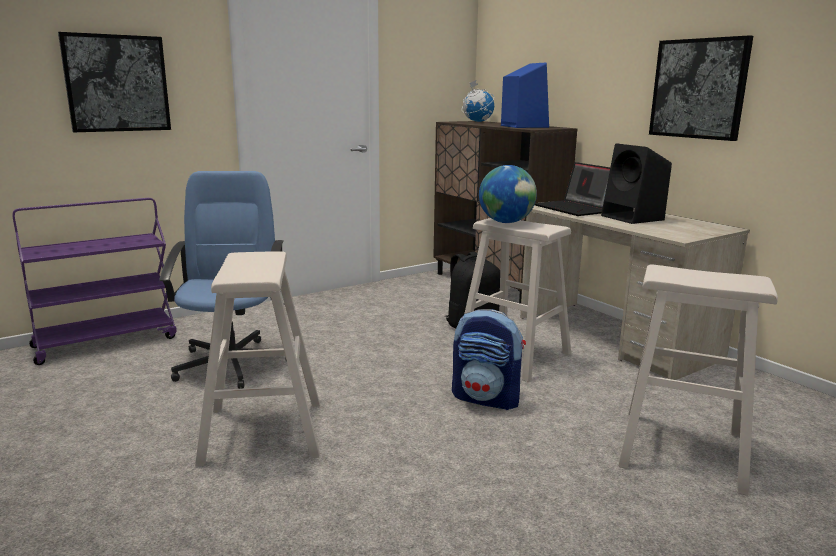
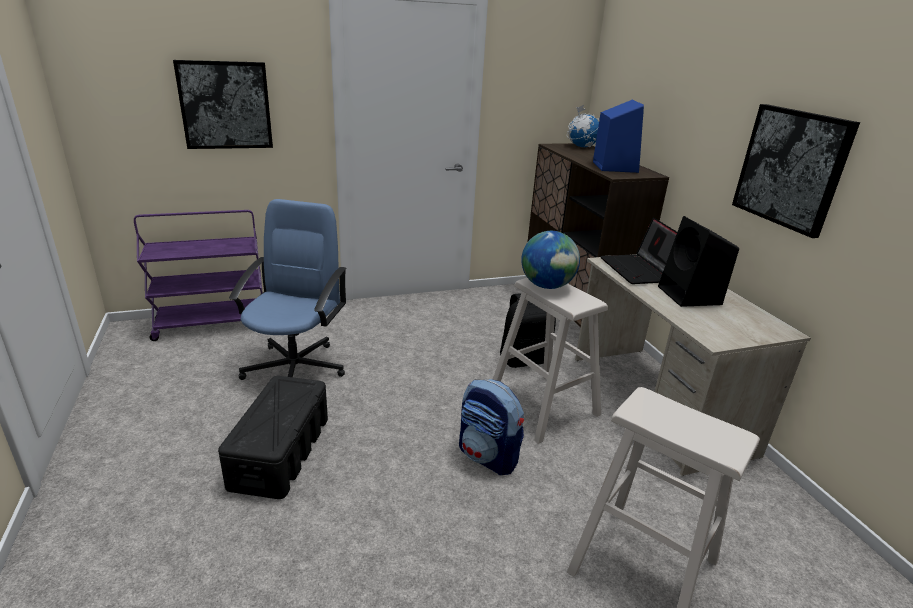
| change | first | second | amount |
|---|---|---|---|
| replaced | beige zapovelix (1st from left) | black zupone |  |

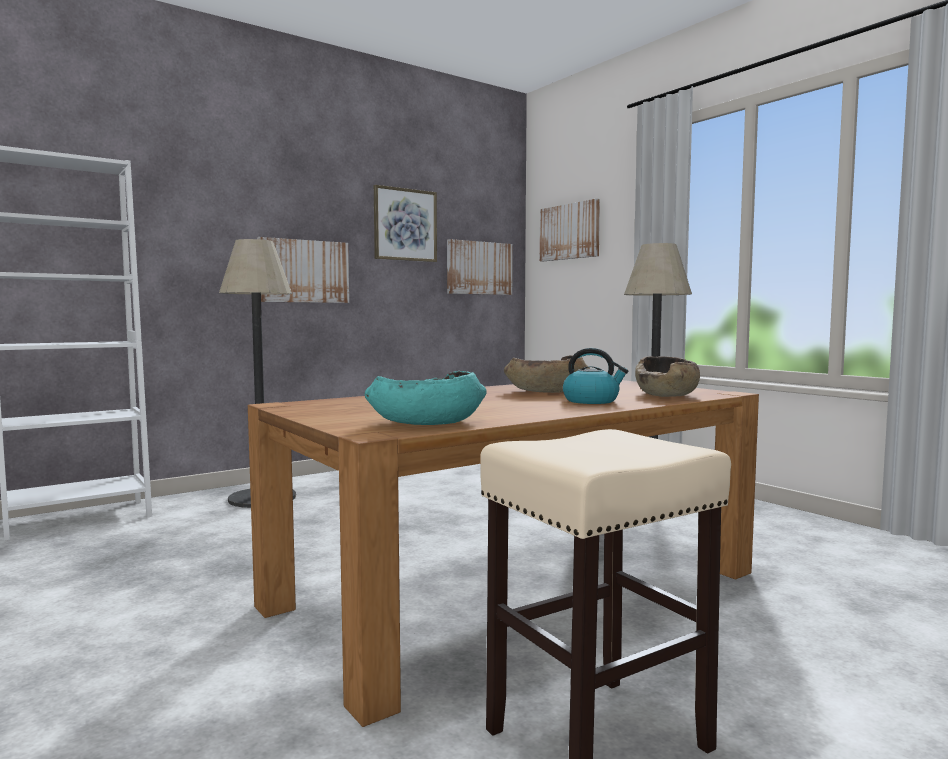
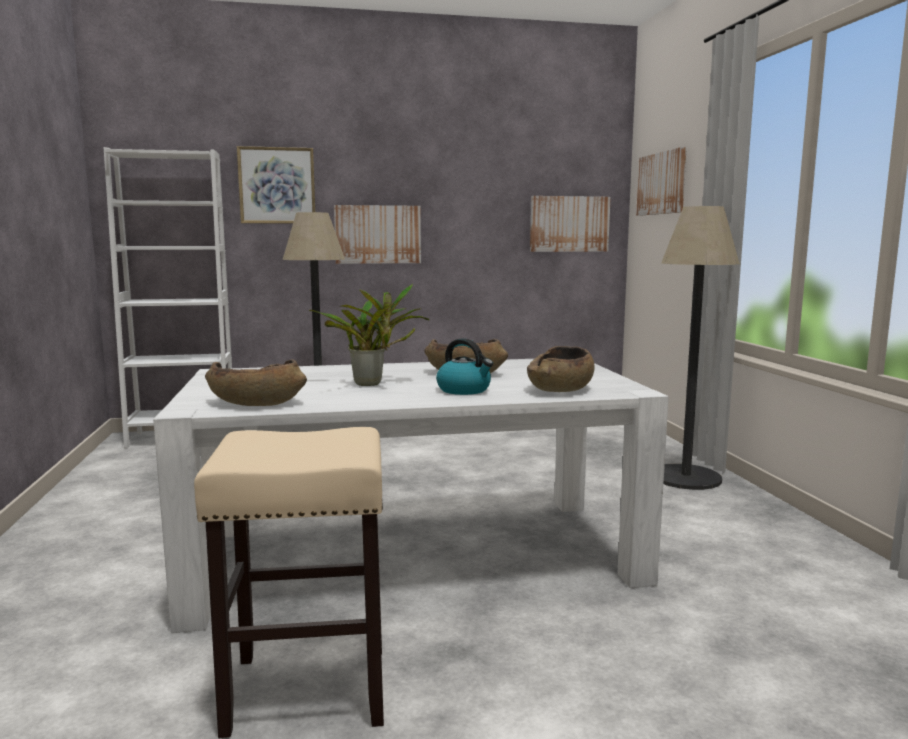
| change | first | second | amount |
|---|---|---|---|
| recoloured | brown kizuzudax | white kizuzudax |  |
| recoloured | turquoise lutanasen | brown lutanasen (1st from left) |  |
| moved | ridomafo (2nd from left in the first image) | ridomafo (1st from left) |  |
| added |  | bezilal |  |

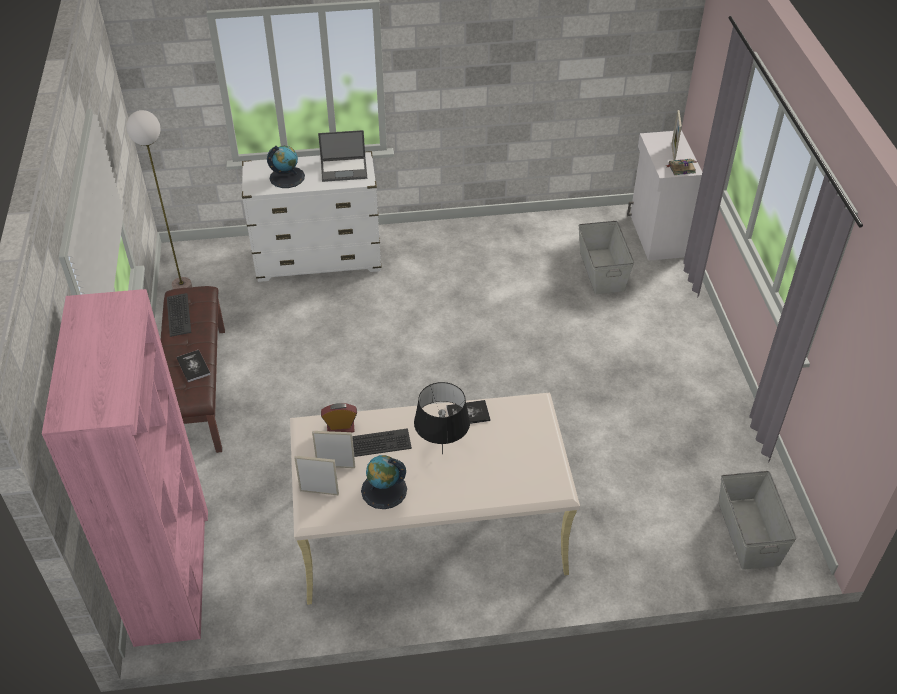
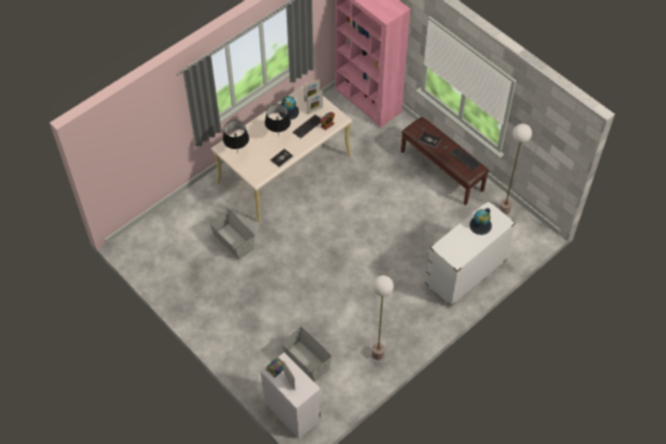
| change | first | second | amount |
|---|---|---|---|
| removed | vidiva |  |  |
| moved | grey zupone (2nd from left in the first image) | grey zupone (1st from left) |  |
| added |  | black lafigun (1st from left) |  |
| added |  | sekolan (1st from left) |  |

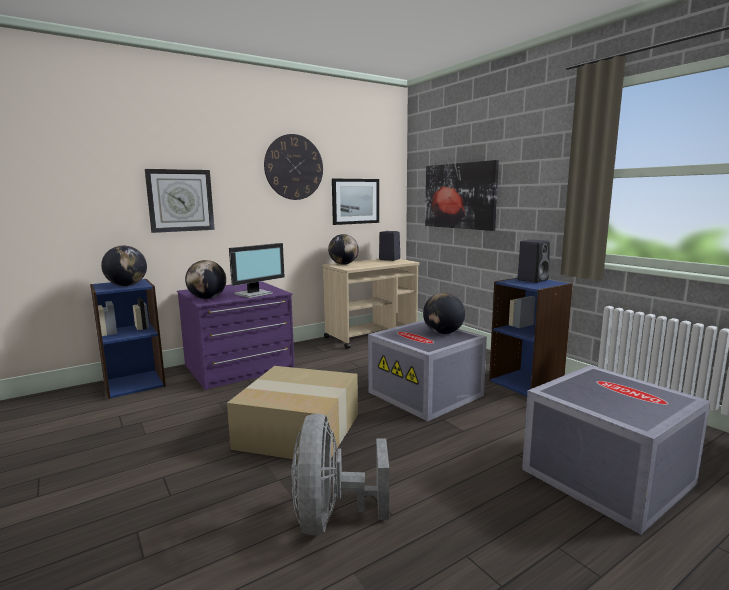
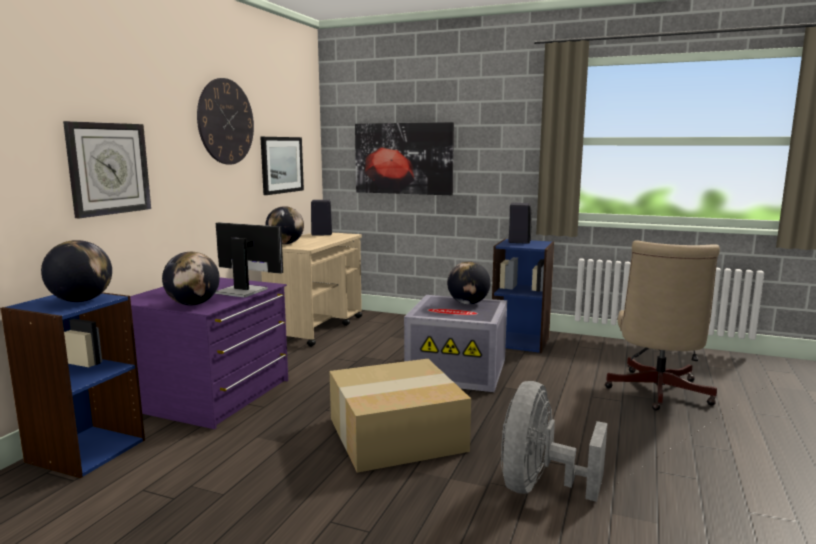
| change | first | second | amount |
|---|---|---|---|
| turned | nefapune |  | 75 degrees counterclockwise |
| turned | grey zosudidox |  | 60 degrees clockwise |
| replaced | grey zupone (2nd from left) | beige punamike |  |

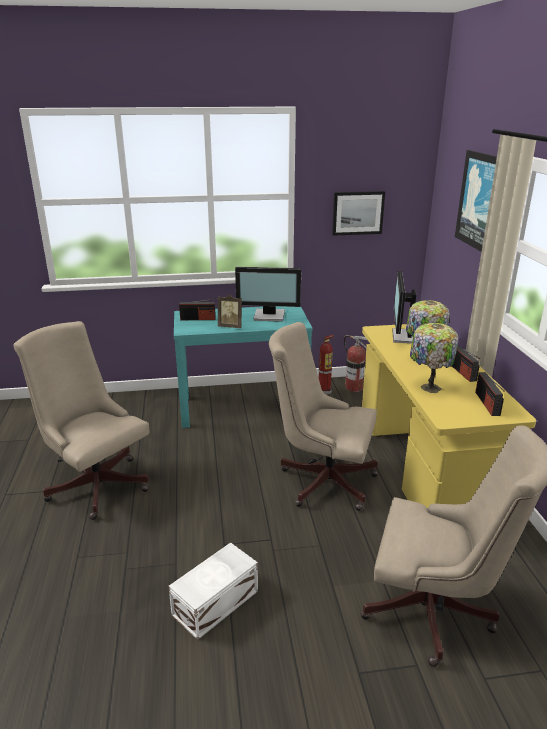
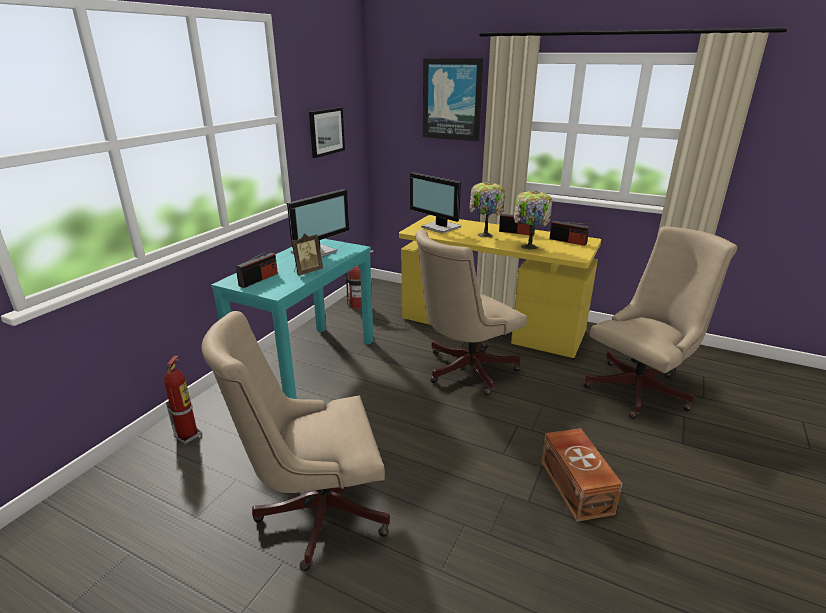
| change | first | second | amount |
|---|---|---|---|
| recoloured | white zupone | brown zupone |  |
| moved | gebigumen (1st from left) |  |  |

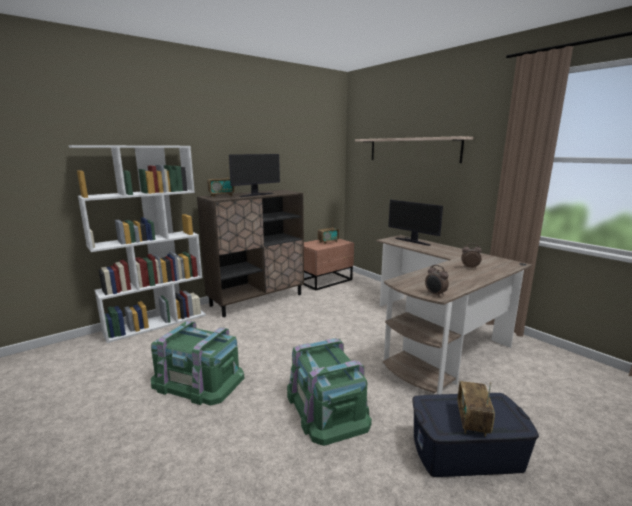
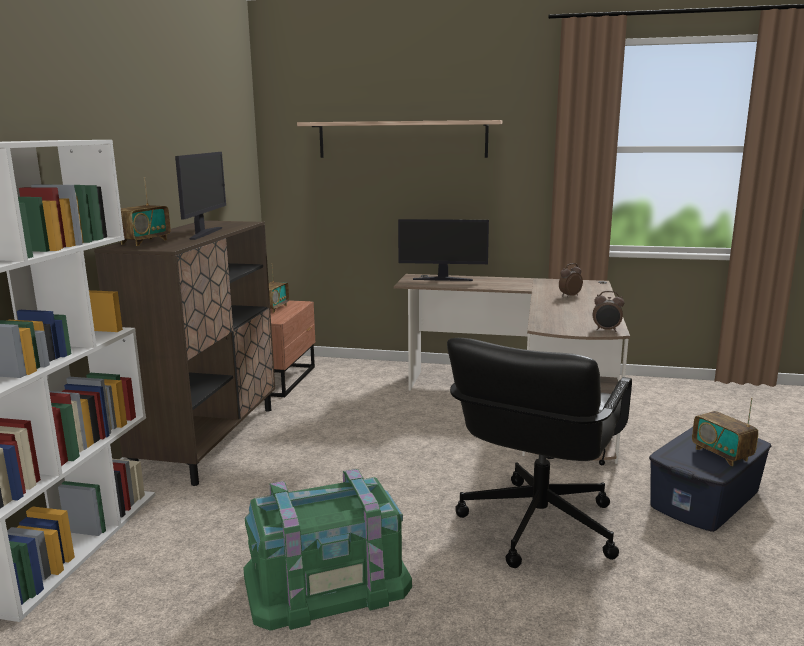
| change | first | second | amount |
|---|---|---|---|
| replaced | green zupone (2nd from left) | black punamike |  |

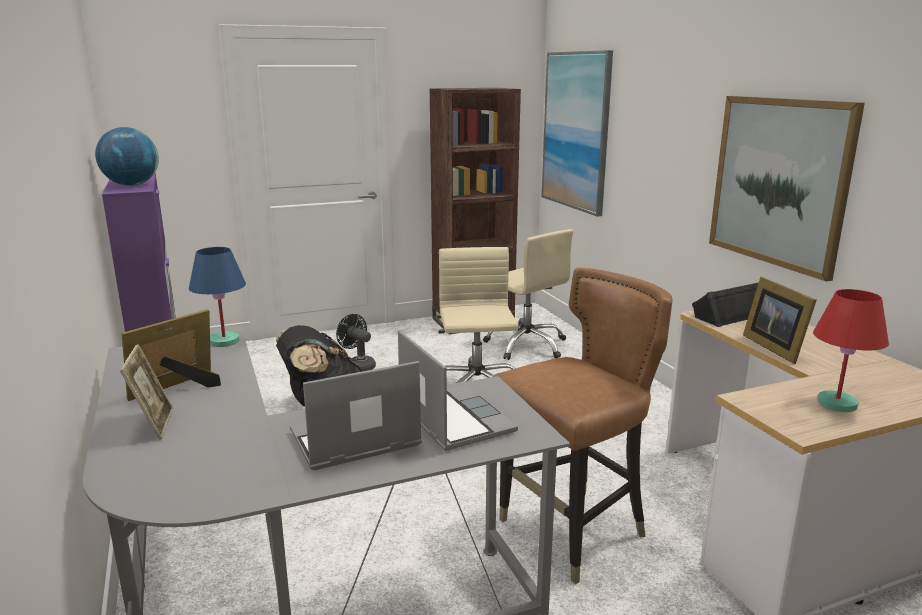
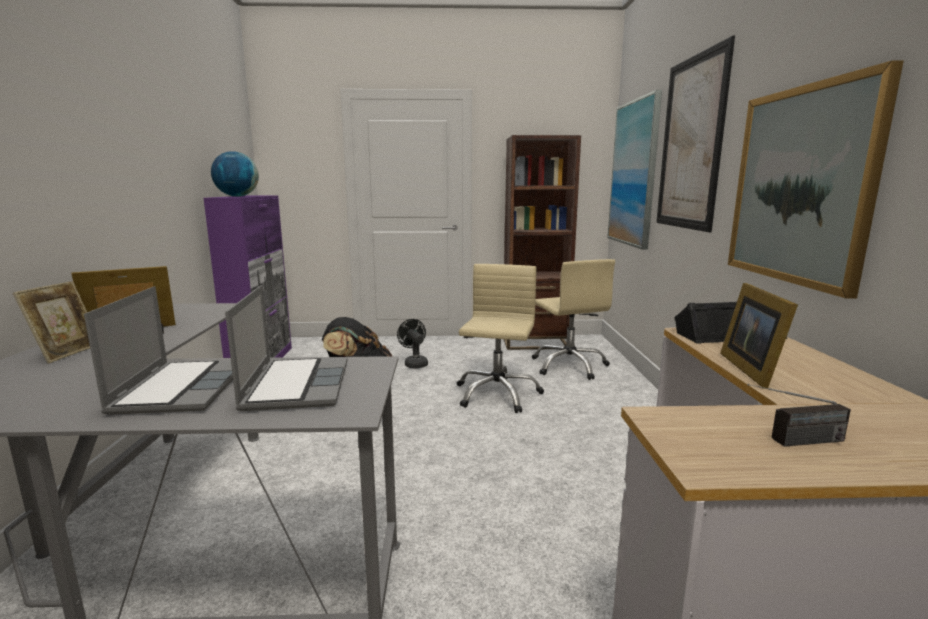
| change | first | second | amount |
|---|---|---|---|
| removed | blue lafigun |  |  |
| turned | vidiva (1st from left) |  | 90 degrees clockwise |
| removed | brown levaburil |  |  |
| replaced | red lafigun | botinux |  |
| added |  | ridomafo (2nd from left) |  |

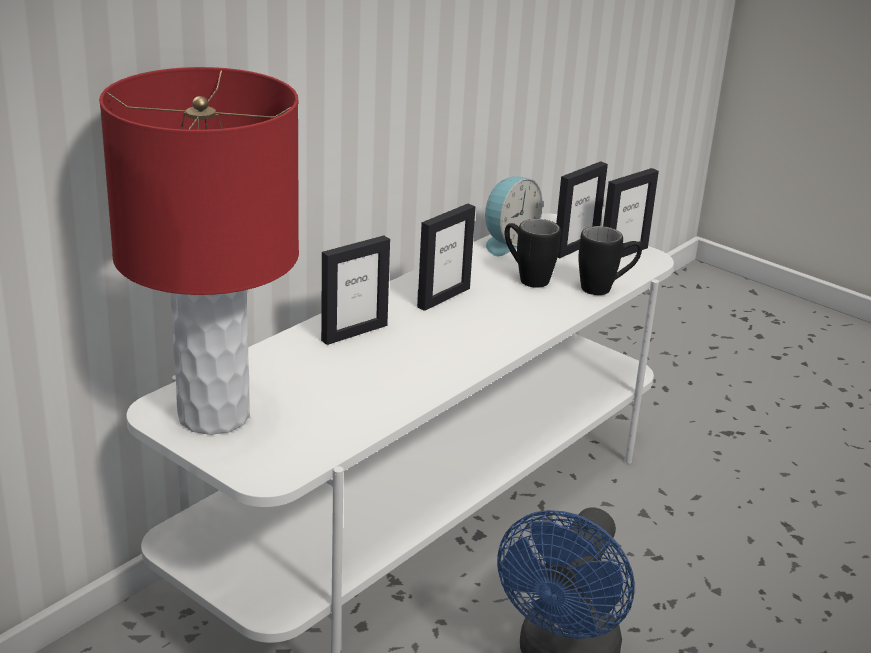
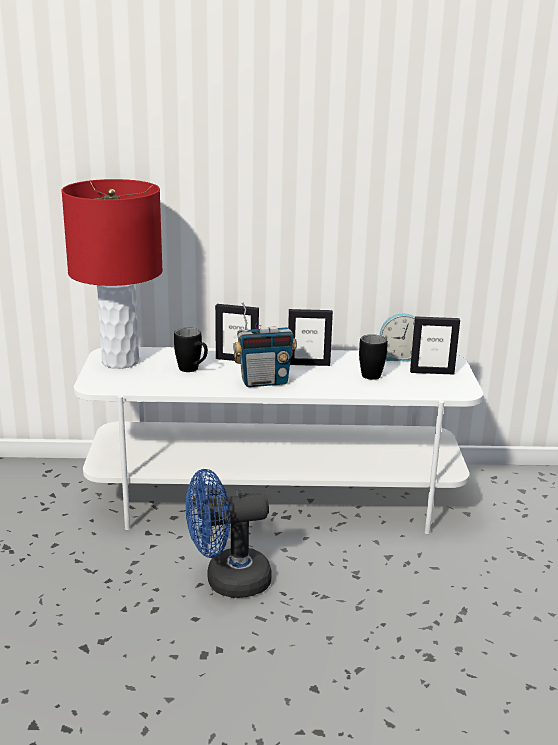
| change | first | second | amount |
|---|---|---|---|
| moved | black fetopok (2nd from left in the first image) | black fetopok (1st from left) |  |
| removed | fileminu (4th from left) |  |  |
| added |  | botinux |  |

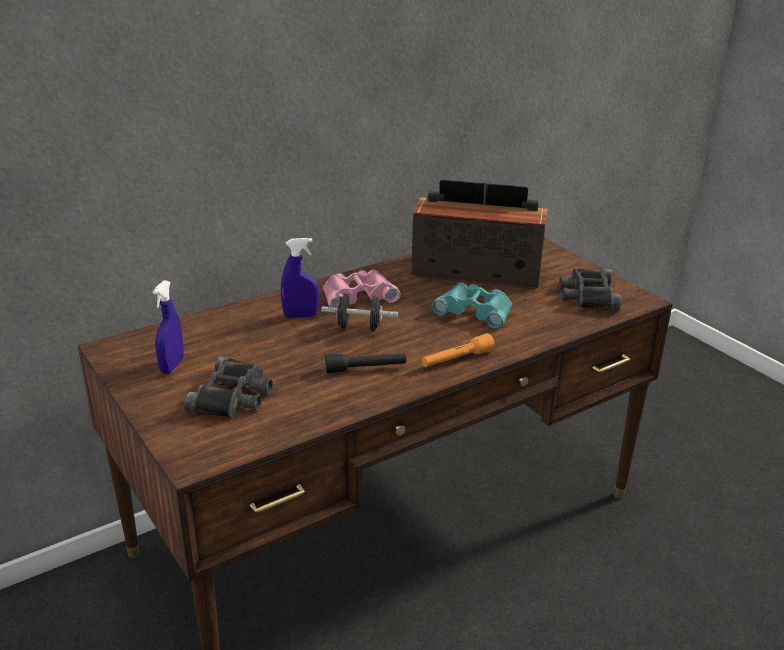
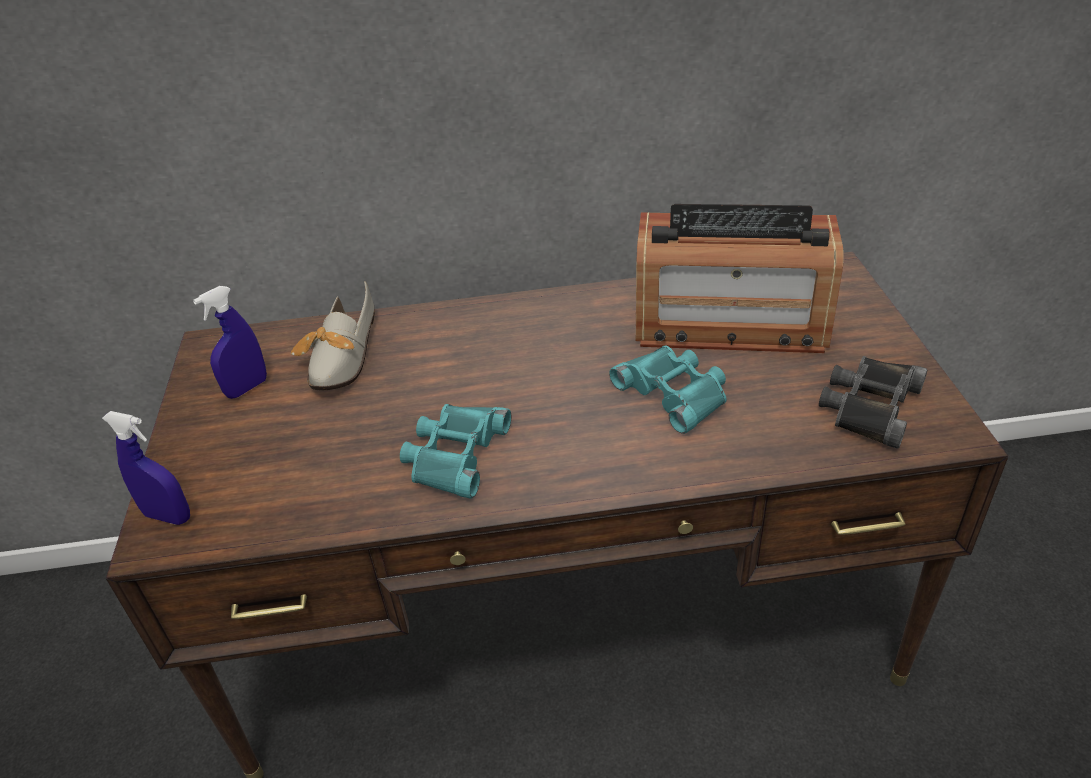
| change | first | second | amount |
|---|---|---|---|
| removed | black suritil (1st from left) |  |  |
| moved | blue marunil (2nd from left in the first image) | blue marunil (1st from left) |  |
| removed | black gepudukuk |  |  |
| removed | pink suritil |  |  |
| replaced | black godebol | turquoise suritil (1st from left) |  |
| turned | botinux |  | 150 degrees clockwise |
| removed | orange godebol |  |  |
| added |  | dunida |  |

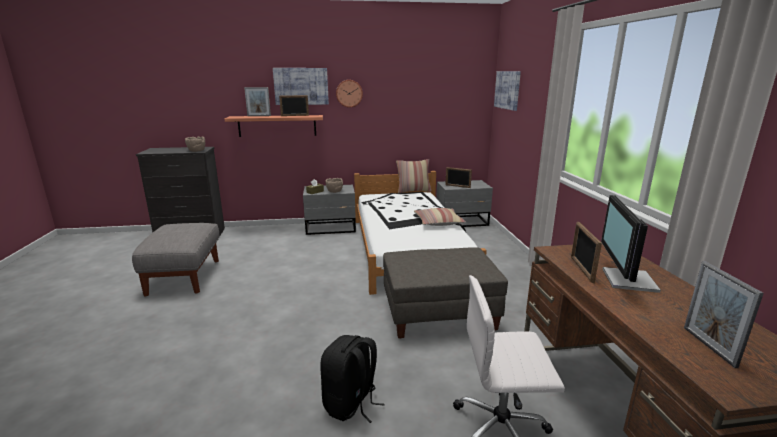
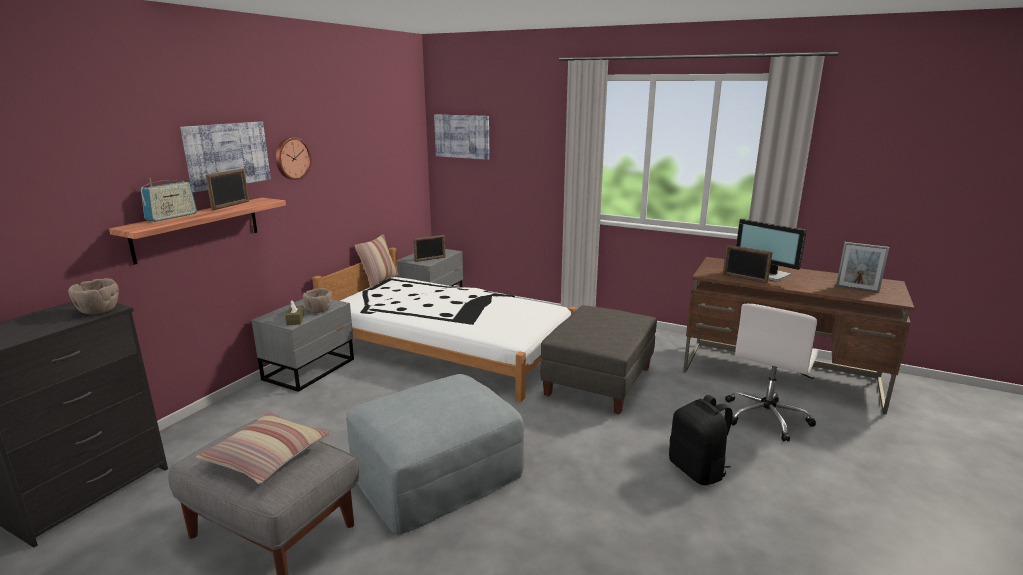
| change | first | second | amount |
|---|---|---|---|
| replaced | fileminu (1st from left) | botinux |  |
| moved | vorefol (2nd from left in the first image) | vorefol (1st from left) |  |
| added |  | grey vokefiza (2nd from left) |  |

